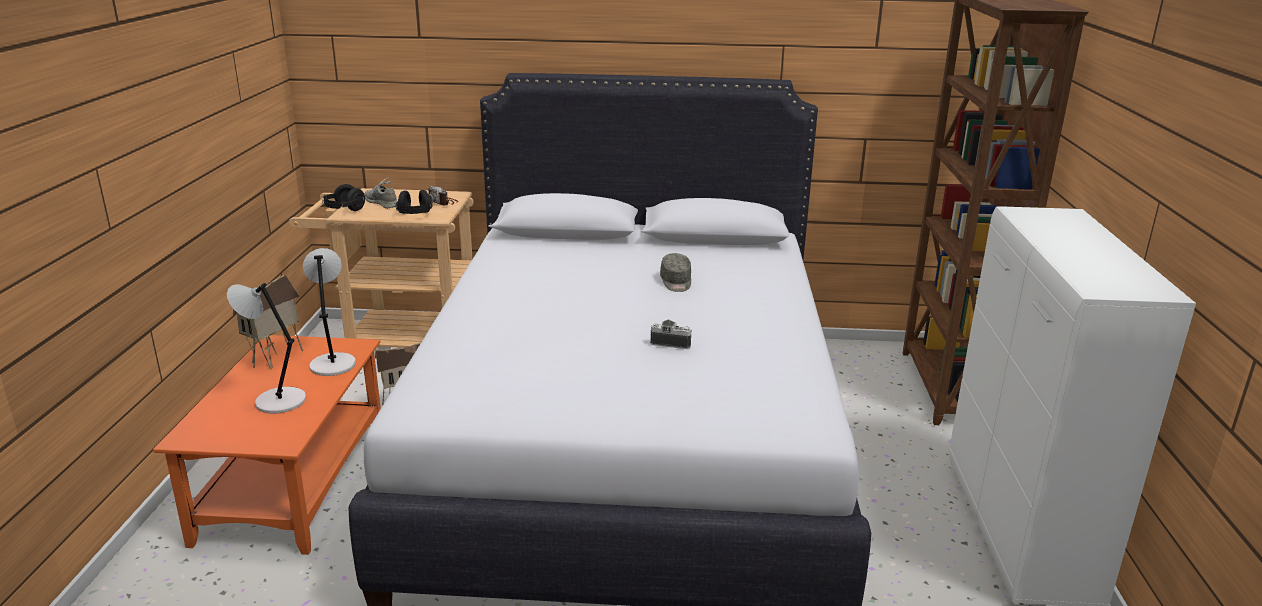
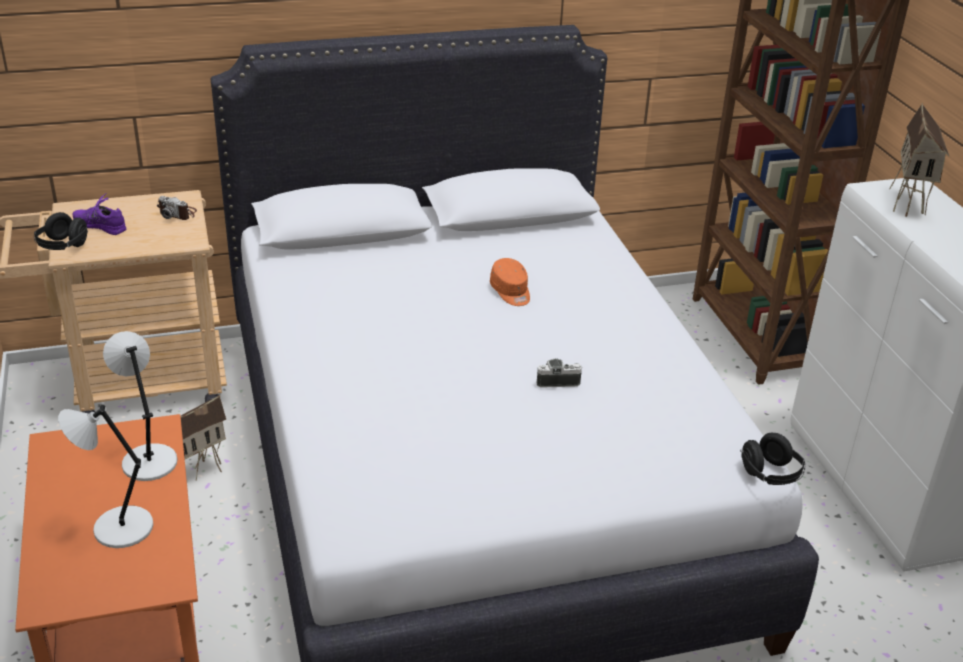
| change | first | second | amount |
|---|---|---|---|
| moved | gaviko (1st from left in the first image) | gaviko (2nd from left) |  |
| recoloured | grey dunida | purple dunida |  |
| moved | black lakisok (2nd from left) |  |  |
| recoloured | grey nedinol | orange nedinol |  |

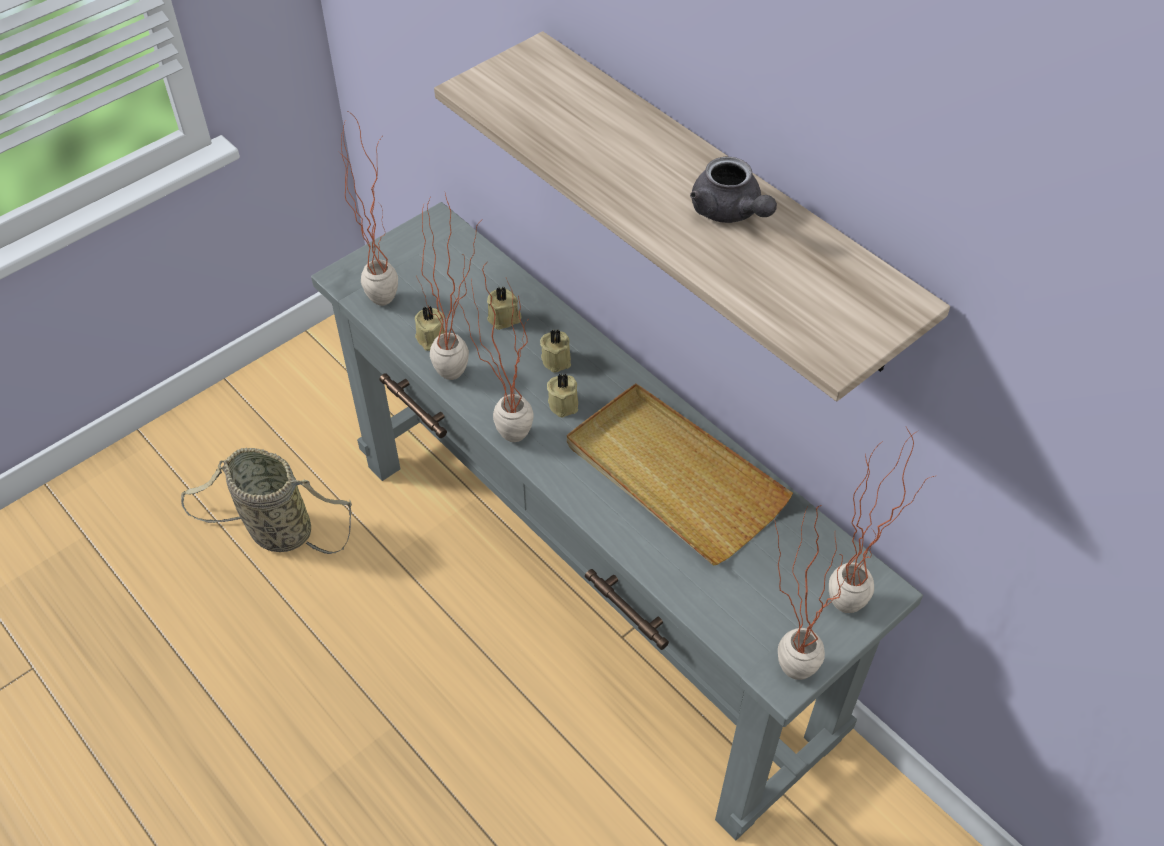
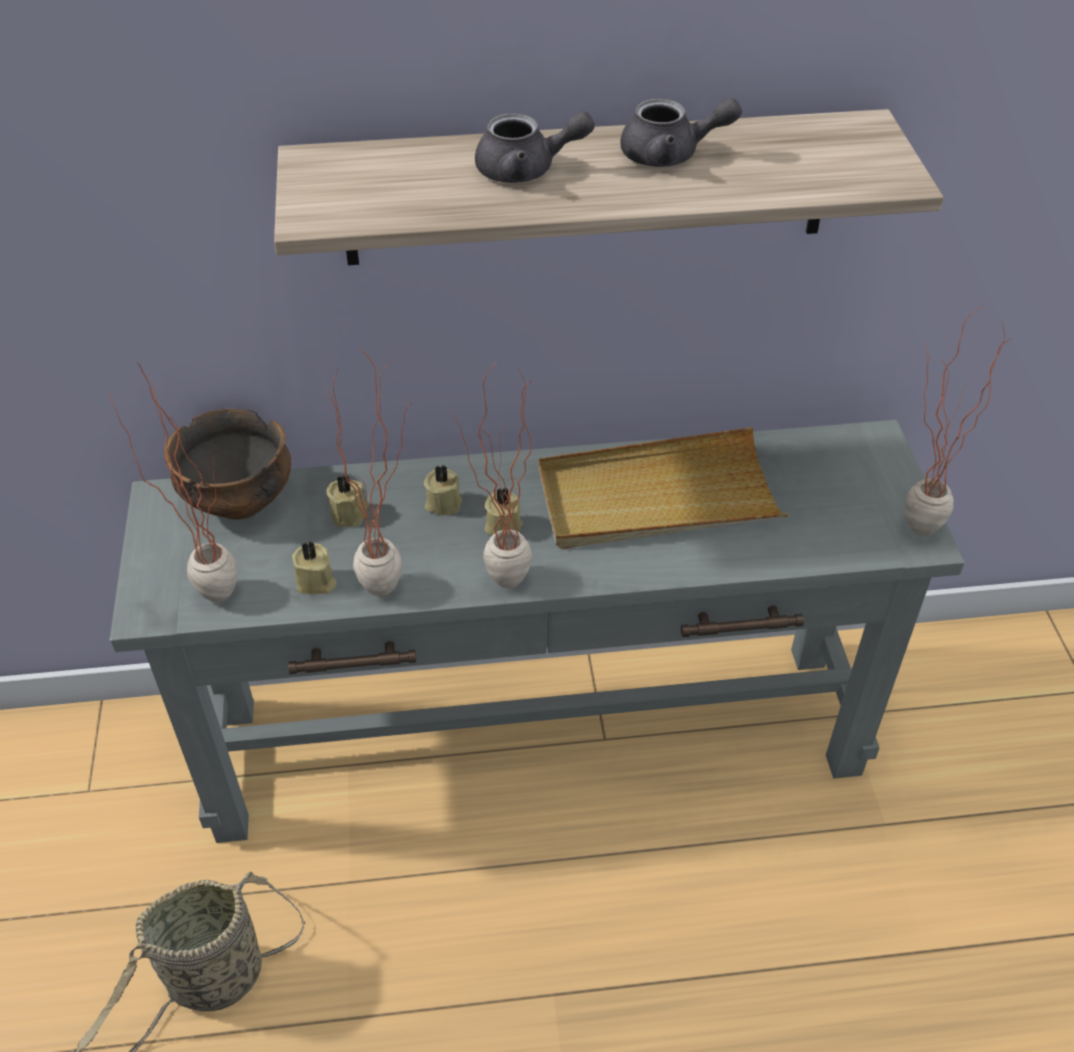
| change | first | second | amount |
|---|---|---|---|
| removed | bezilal (5th from left) |  |  |
| added |  | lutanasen |  |
| added |  | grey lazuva (1st from left) |  |

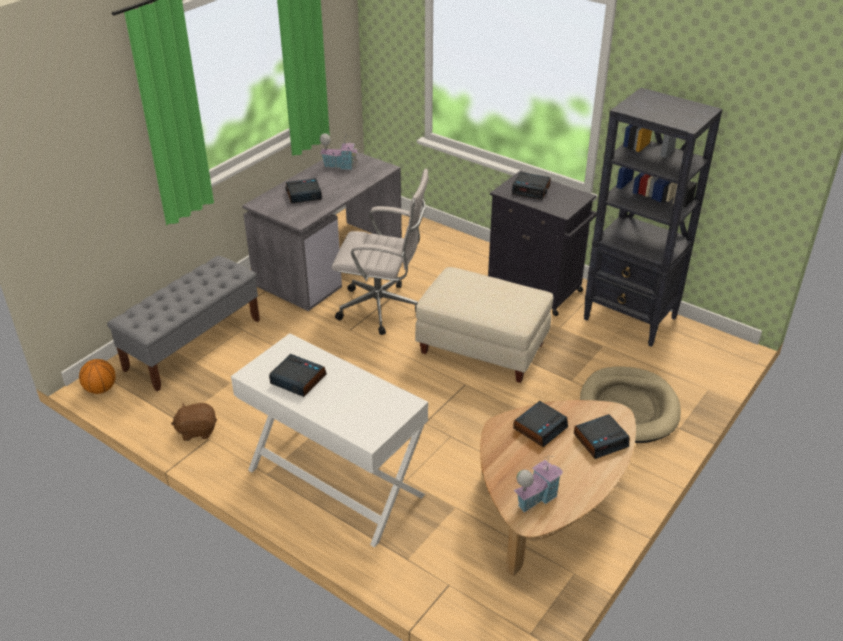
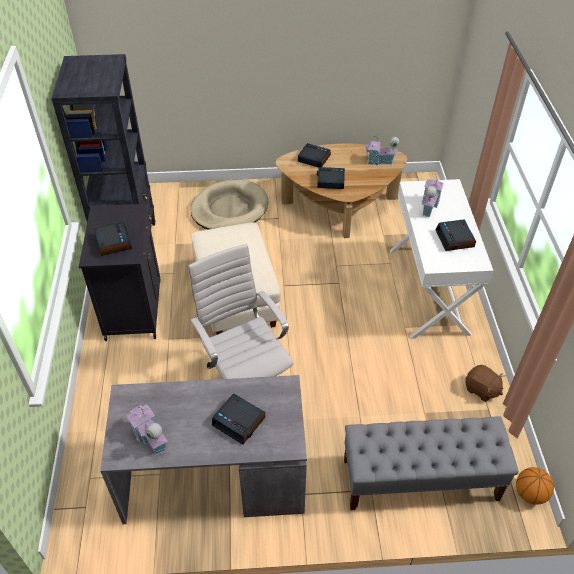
| change | first | second | amount |
|---|---|---|---|
| added |  | gaviko (3rd from left) |  |

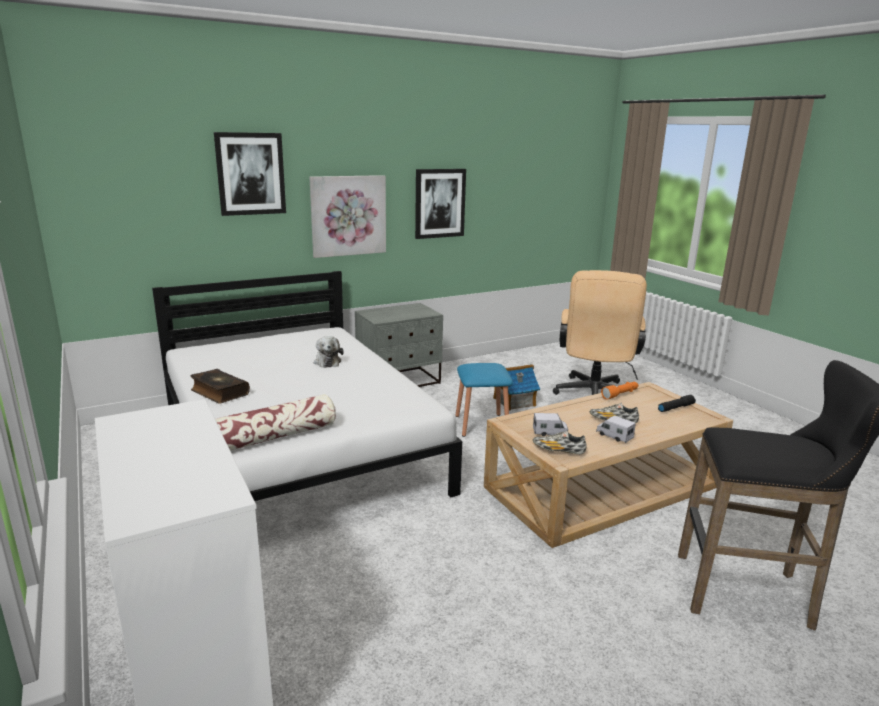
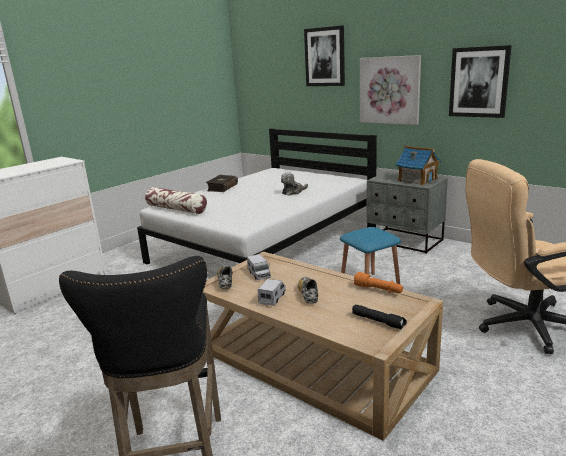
| change | first | second | amount |
|---|---|---|---|
| moved | gaviko |  |  |

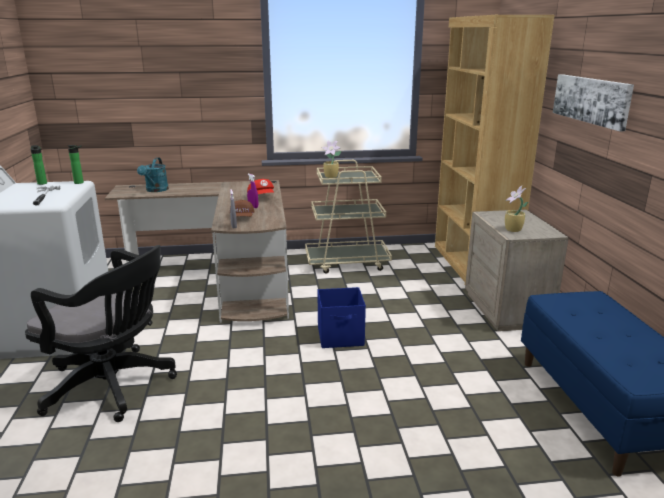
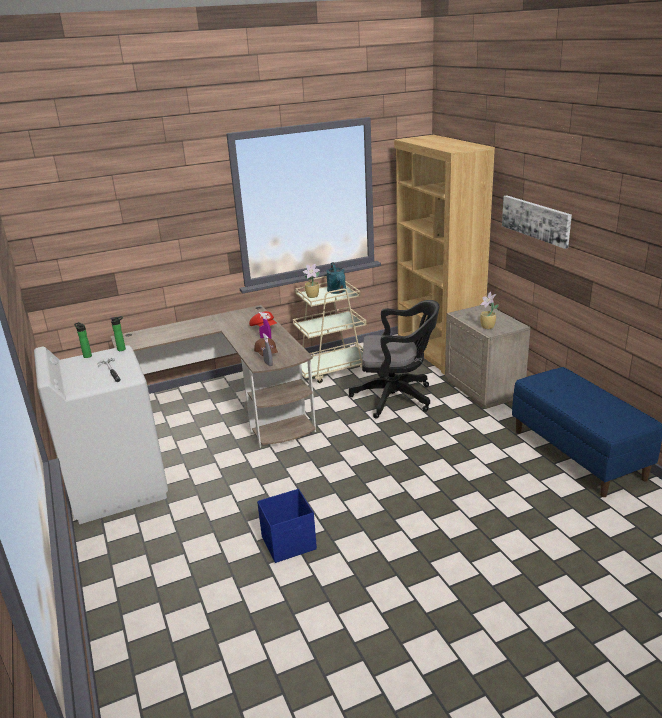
| change | first | second | amount |
|---|---|---|---|
| moved | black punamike |  |  |
| moved | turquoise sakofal |  |  |
| moved | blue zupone |  |  |

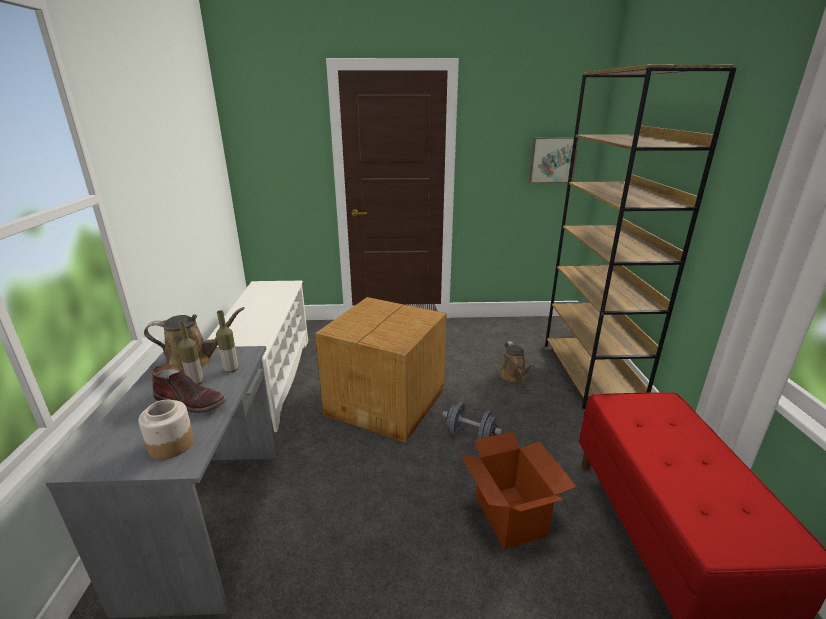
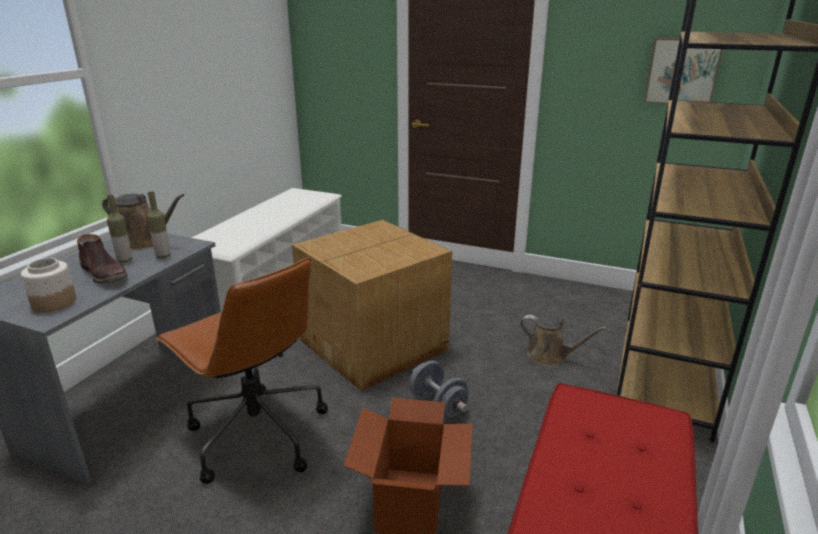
| change | first | second | amount |
|---|---|---|---|
| turned | brown sakofal (2nd from left) |  | 75 degrees counterclockwise |
| added |  | brown punamike |  |

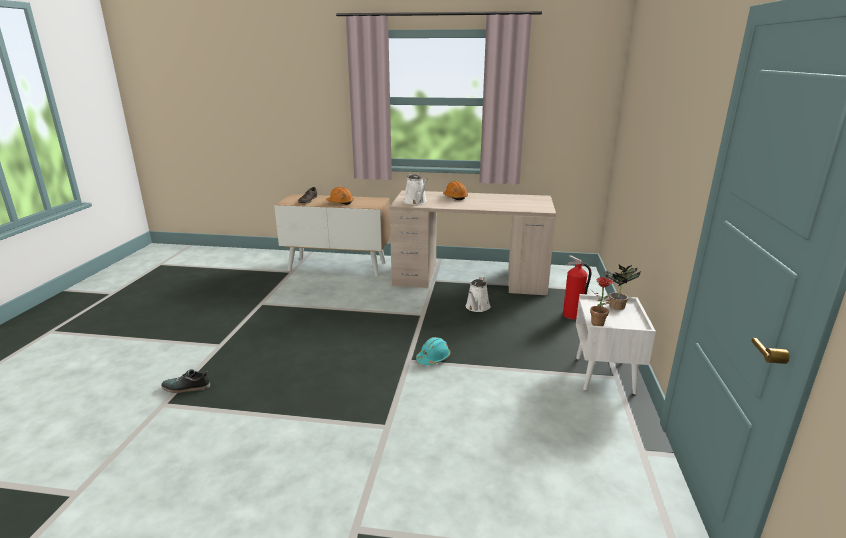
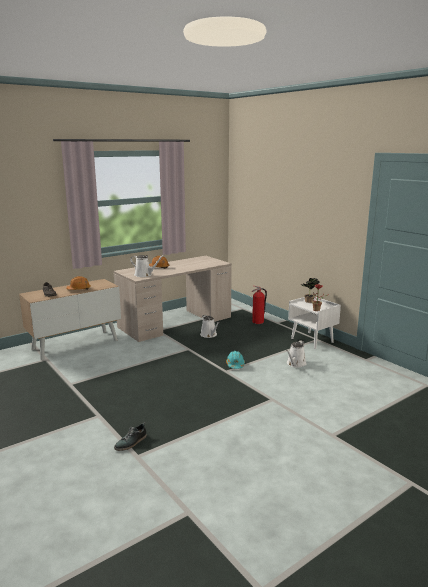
| change | first | second | amount |
|---|---|---|---|
| added |  | white sakofal (3rd from left) |  |

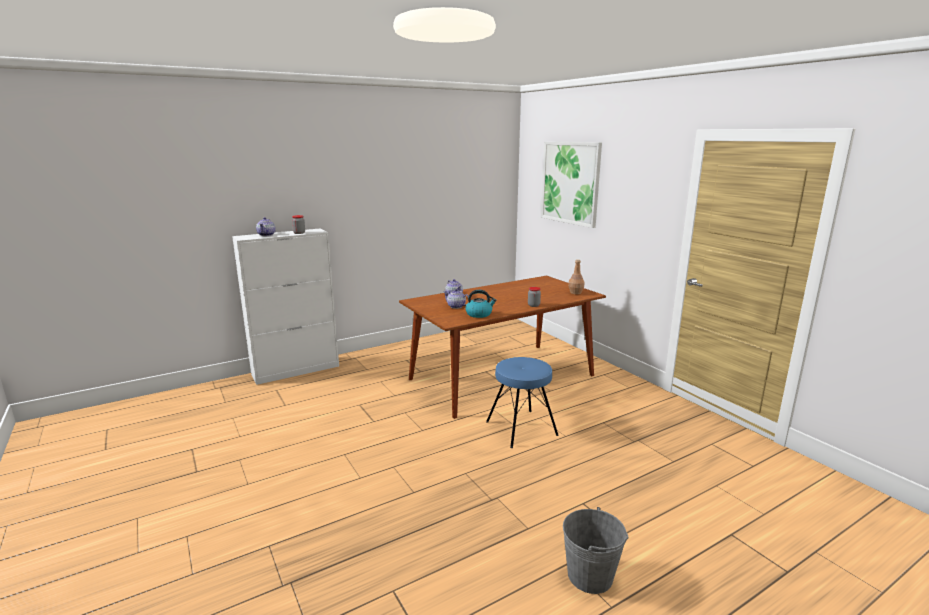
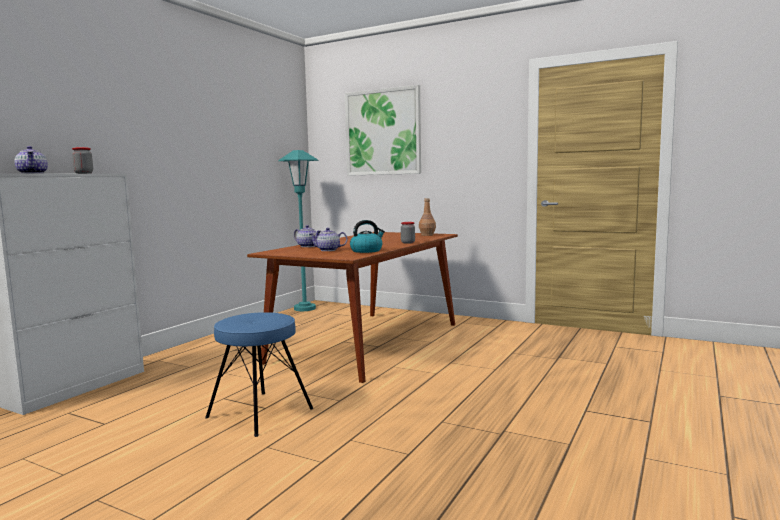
| change | first | second | amount |
|---|---|---|---|
| moved | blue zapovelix |  |  |
| removed | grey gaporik |  |  |
| added |  | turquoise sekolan |  |

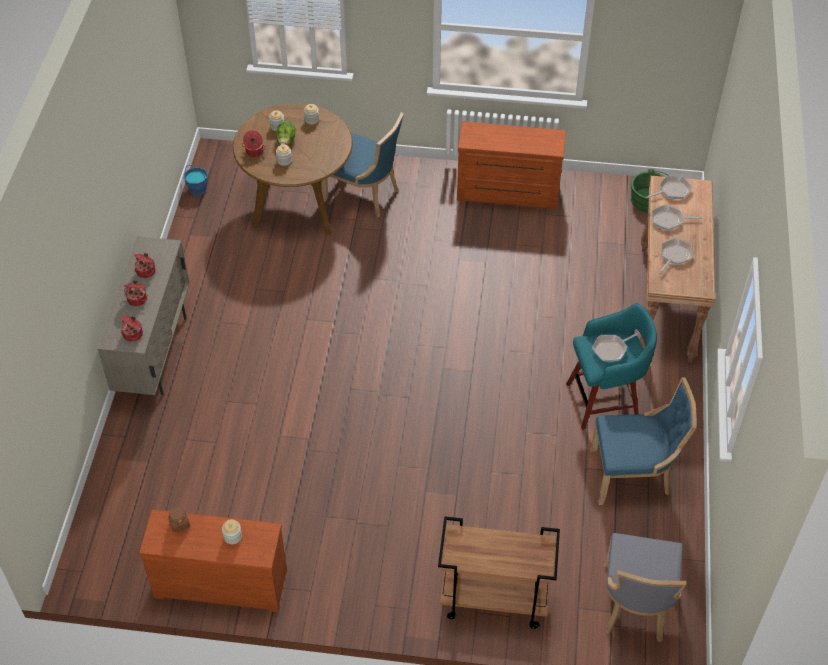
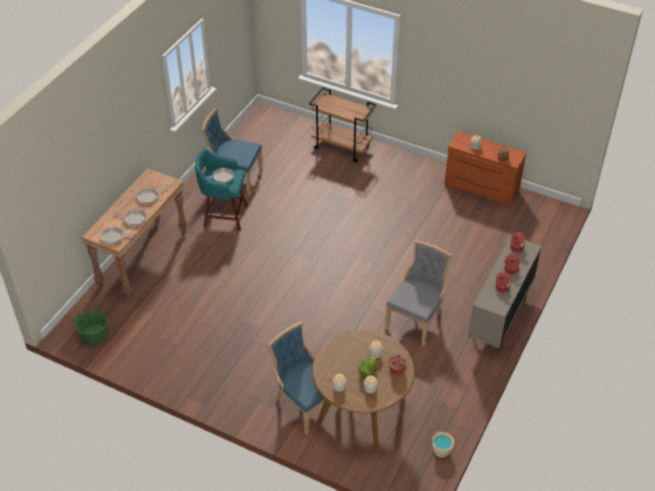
| change | first | second | amount |
|---|---|---|---|
| recoloured | blue gaporik | beige gaporik |  |
| removed | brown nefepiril (2nd from left) |  |  |
| moved | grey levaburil |  |  |

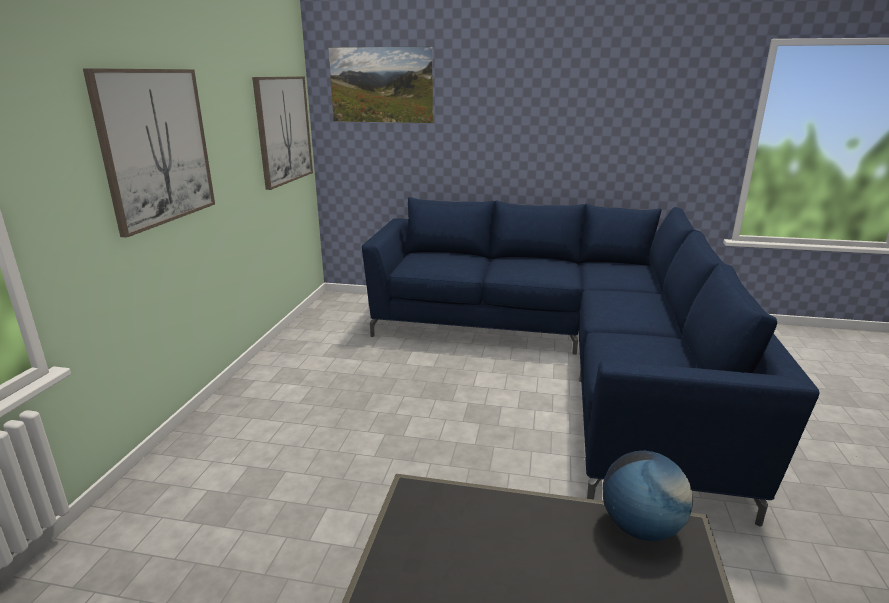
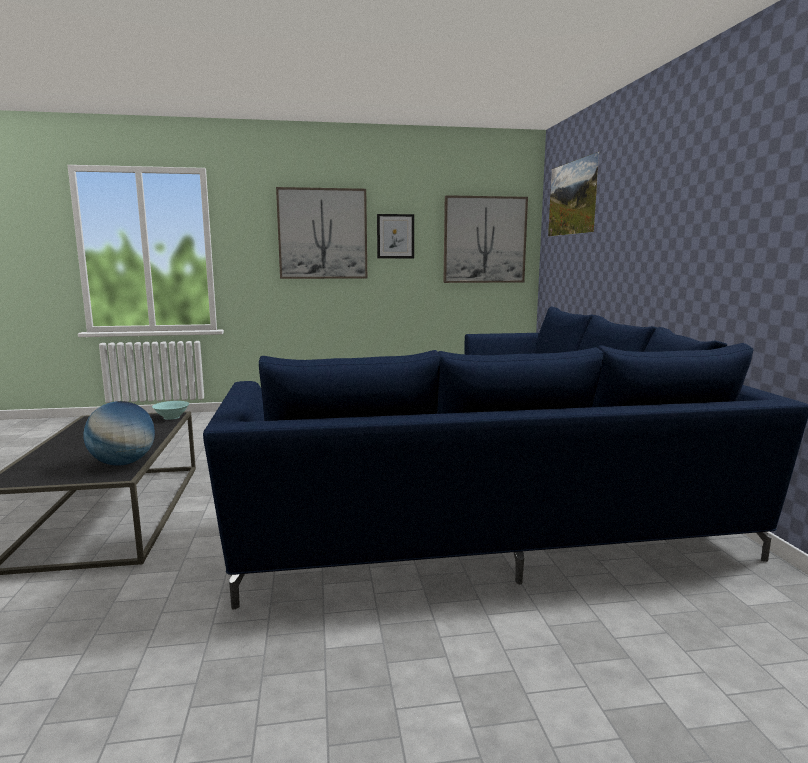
| change | first | second | amount |
|---|---|---|---|
| added |  | turquoise lutanasen |  |
| added |  | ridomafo (2nd from left) |  |

